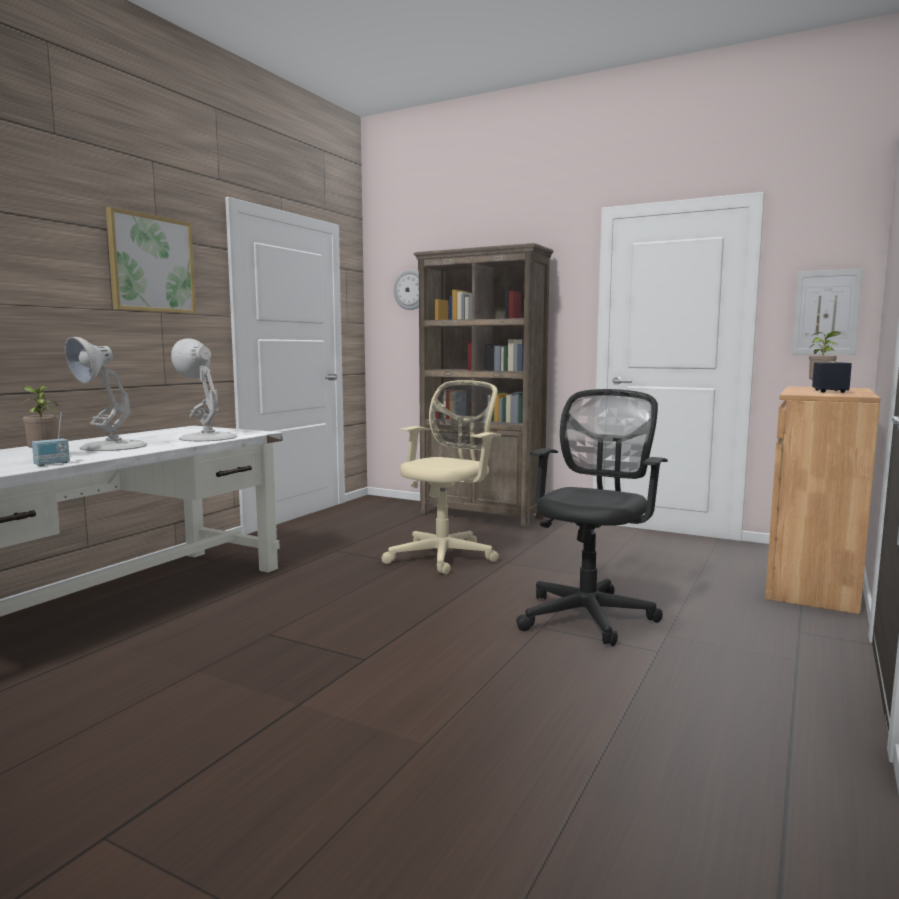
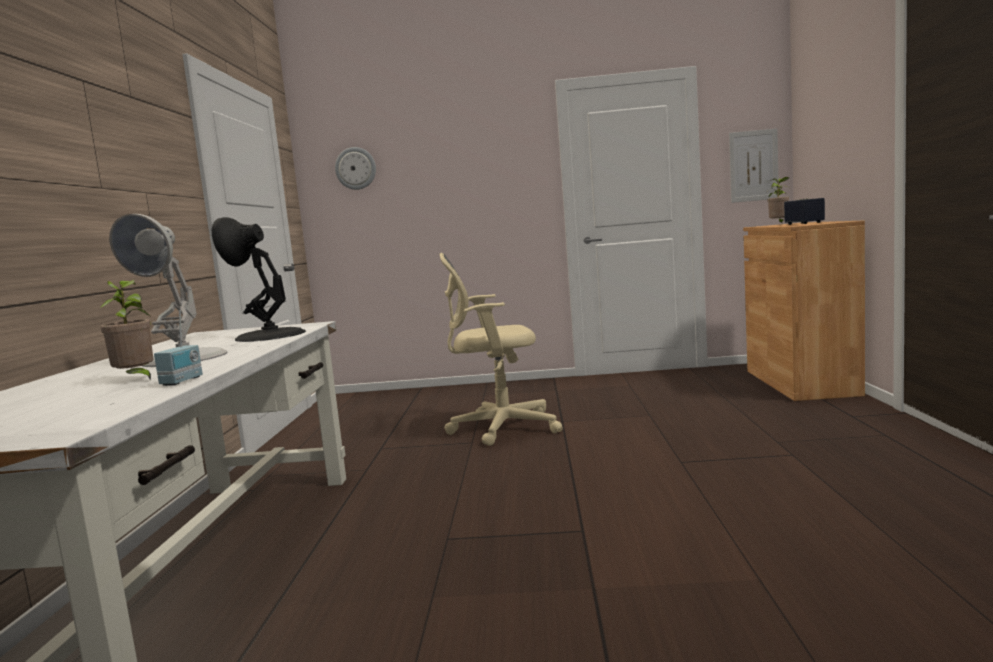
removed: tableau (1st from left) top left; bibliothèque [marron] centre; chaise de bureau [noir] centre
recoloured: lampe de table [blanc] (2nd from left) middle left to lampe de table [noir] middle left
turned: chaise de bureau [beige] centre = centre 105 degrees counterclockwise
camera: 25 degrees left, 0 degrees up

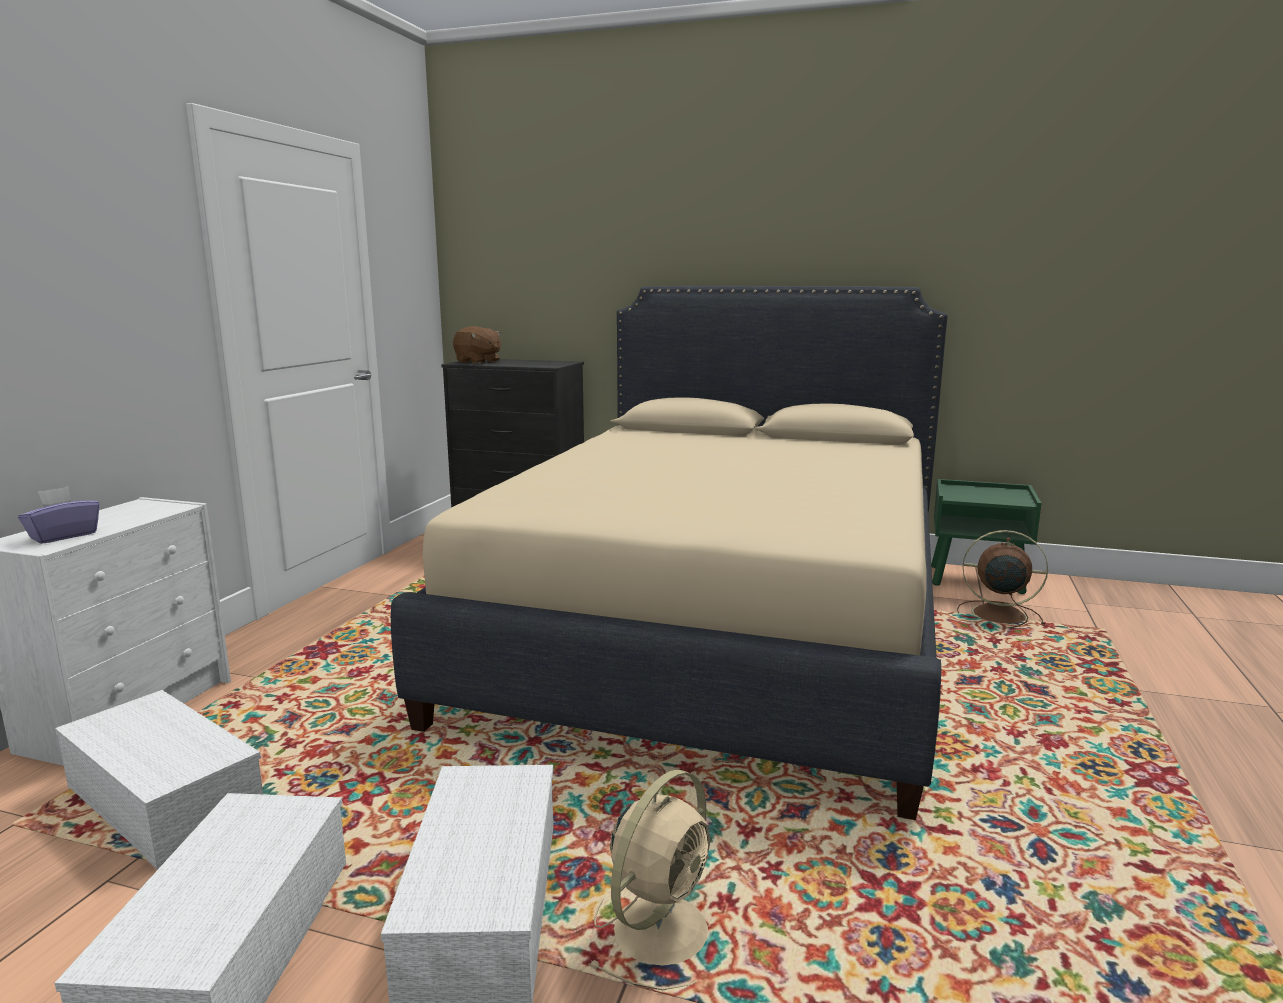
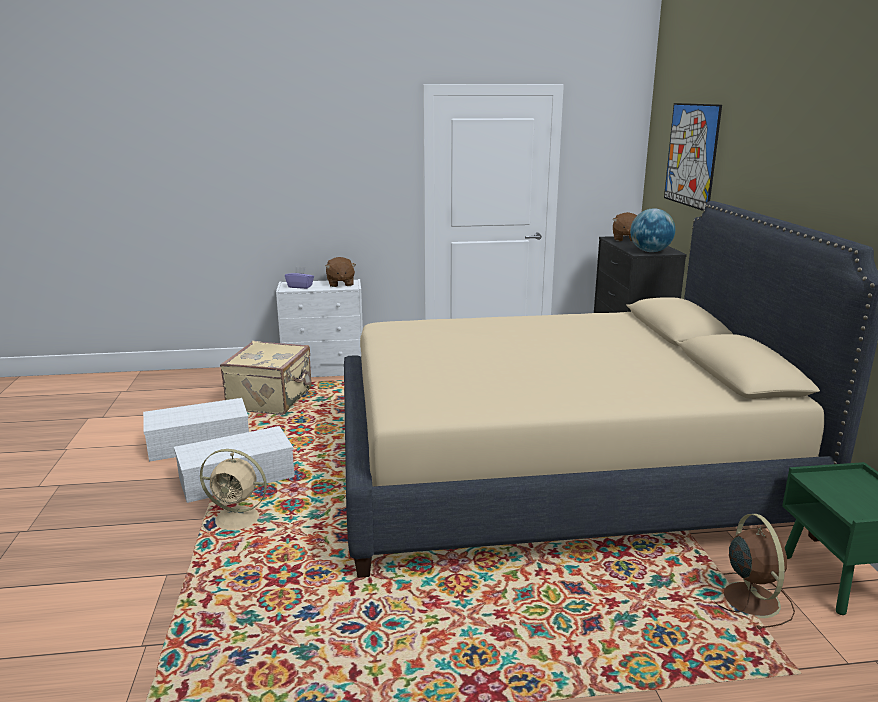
added: peluche [marron] (1st from left) centre; globe top right; tableau top right
replaced: boîte de rangement [blanc] (1st from left) bottom left to valise [beige] middle left
camera: 65 degrees right, 5 degrees up

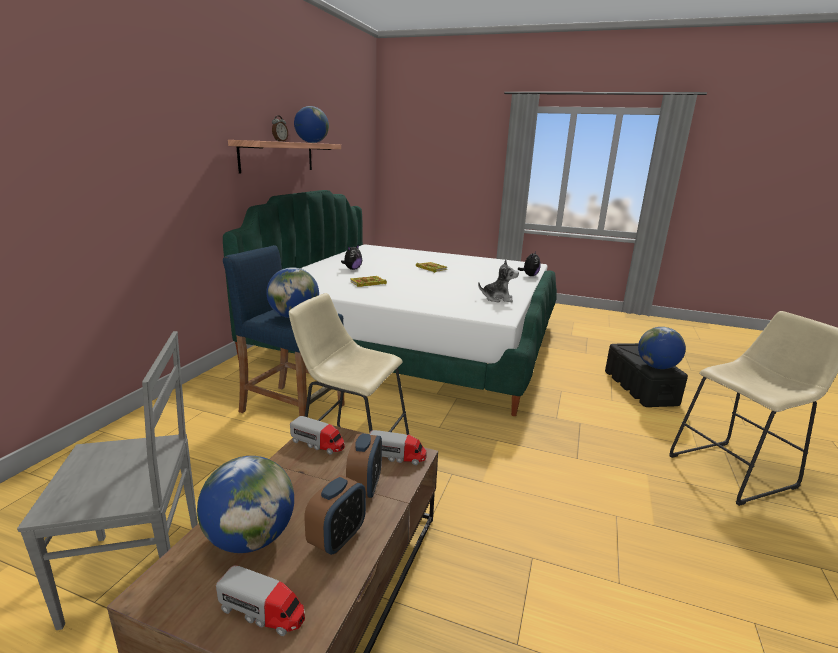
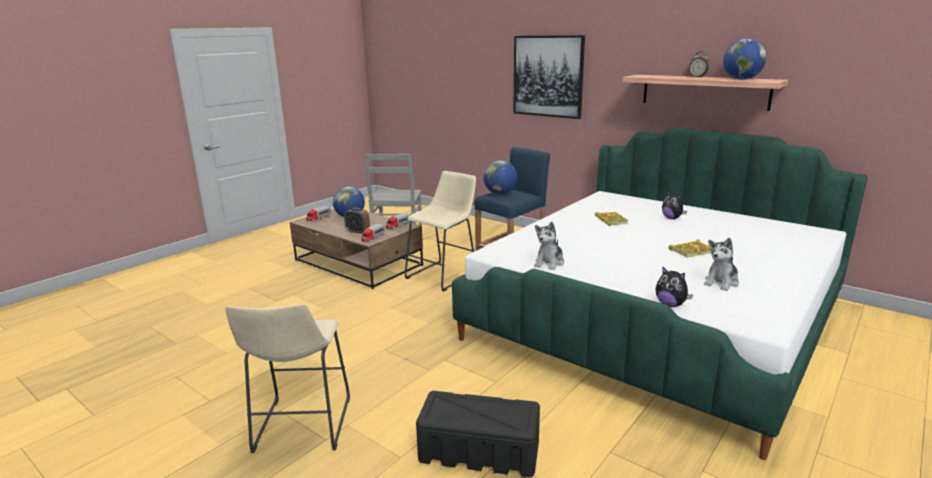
removed: réveil (2nd from left) bottom centre; globe (4th from left) middle right
added: tableau top centre; peluche (4th from left) middle right
camera: 110 degrees right, 0 degrees up

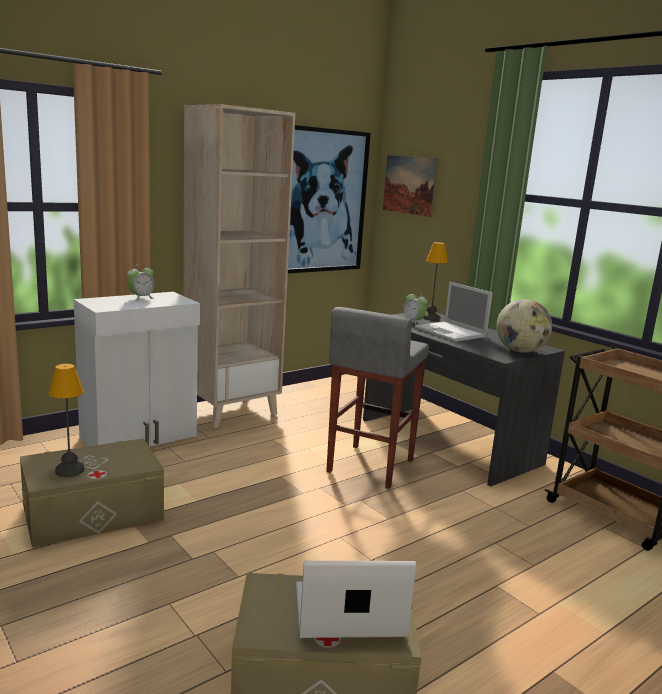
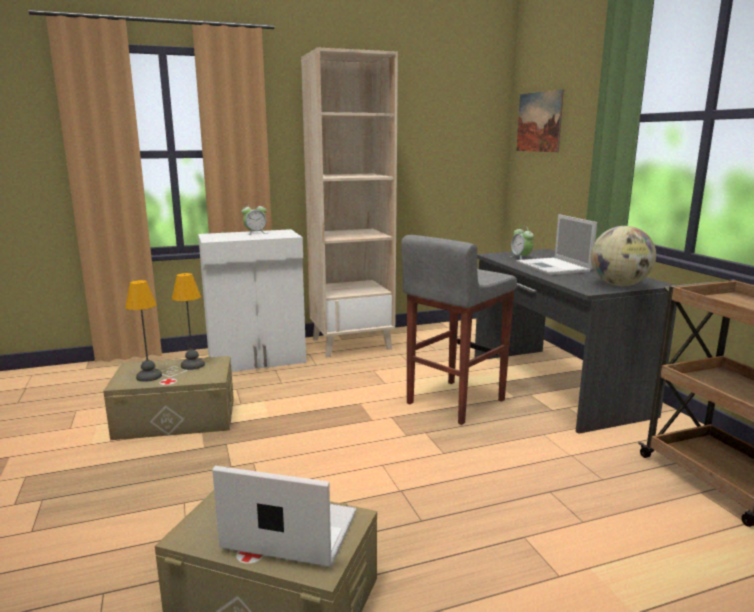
removed: tableau (1st from left) top centre
moved: lampe de table (2nd from left) centre to middle left
camera: 20 degrees right, 0 degrees up

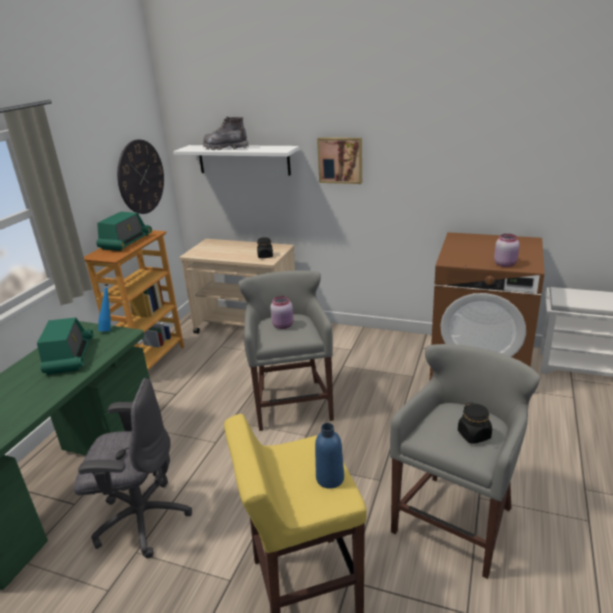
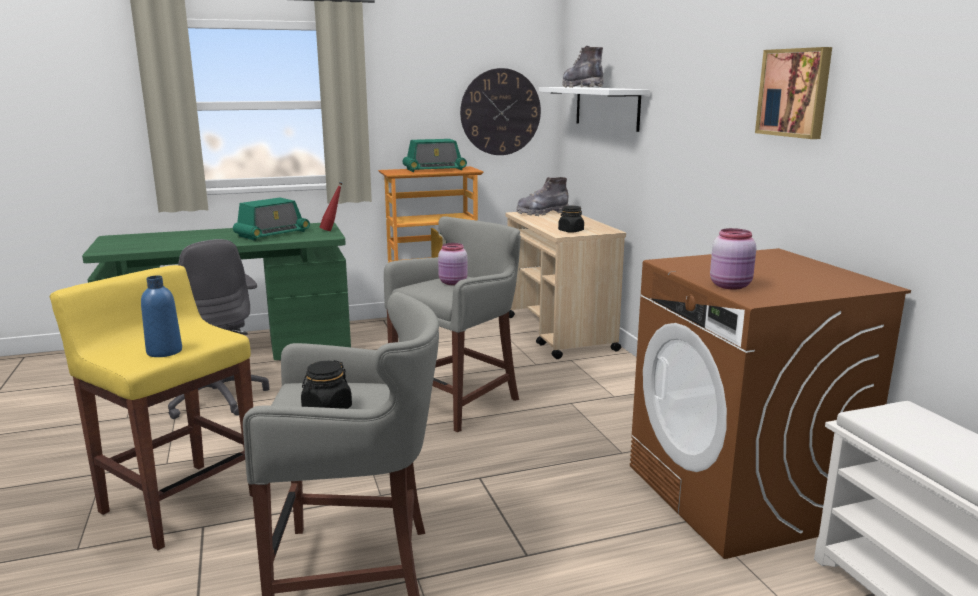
added: botte [gris] (1st from left) top centre
moved: tableau top centre to top right
recoloured: bouteille [bleu] (1st from left) middle left to bouteille [rouge] centre
camera: 50 degrees right, 10 degrees down

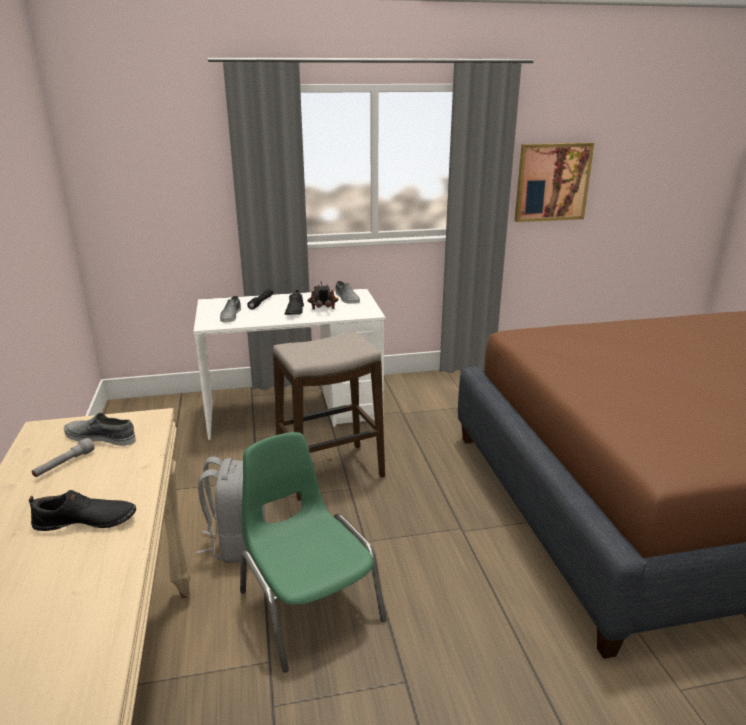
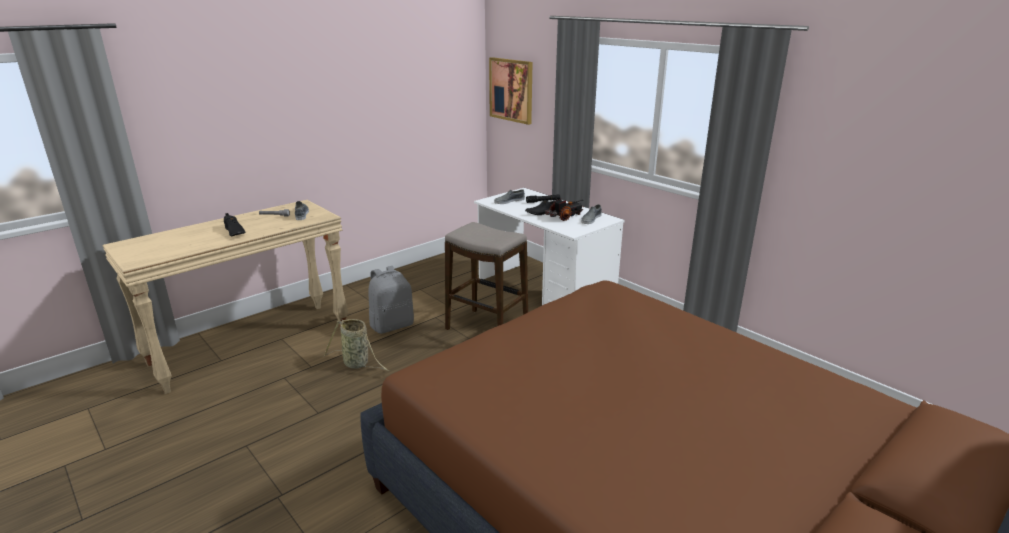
moved: tableau top right to top centre
replaced: chaise [vert] bottom centre to panier centre
camera: 60 degrees right, 0 degrees up

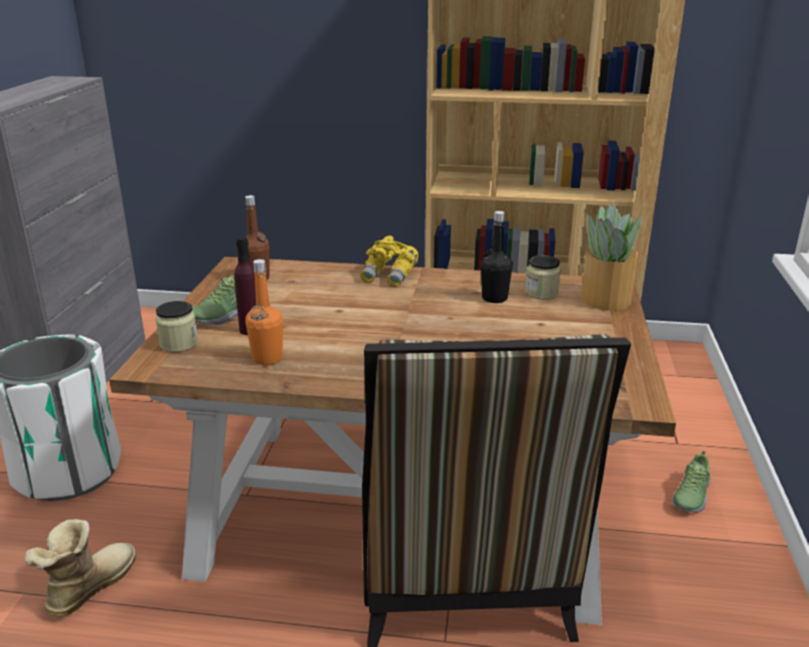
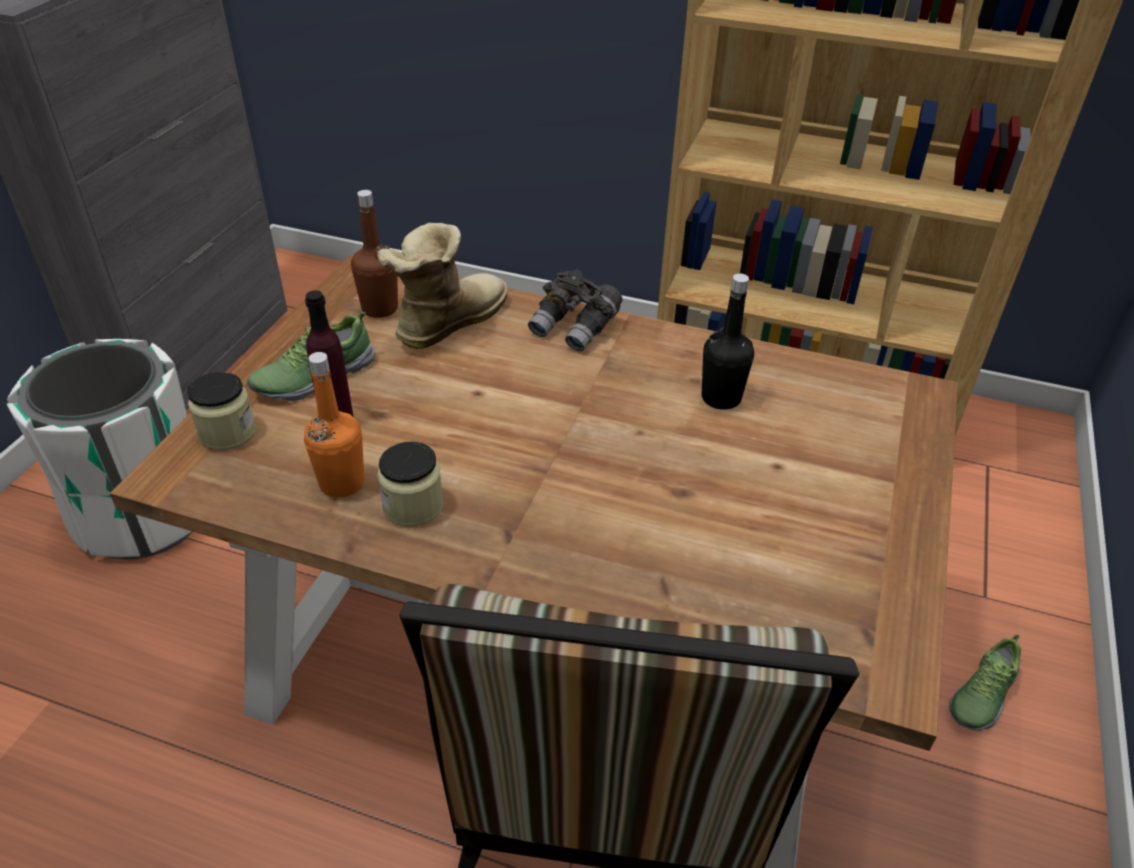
removed: plante en pot middle right
moved: botte bottom left to top centre; bocal (2nd from left) middle right to centre
recoloured: jumelles [jaune] centre to jumelles [gris] centre
camera: 10 degrees right, 15 degrees up

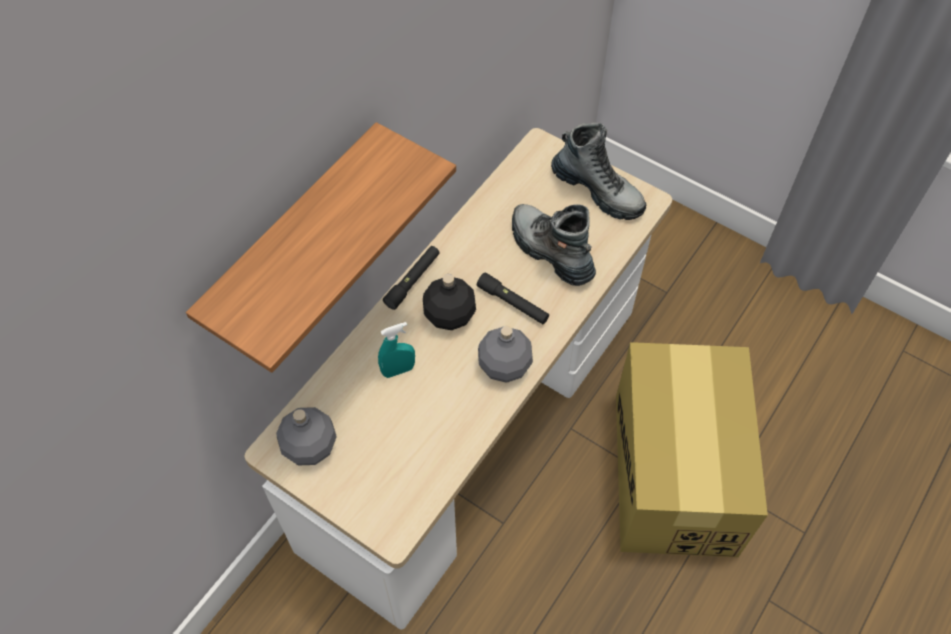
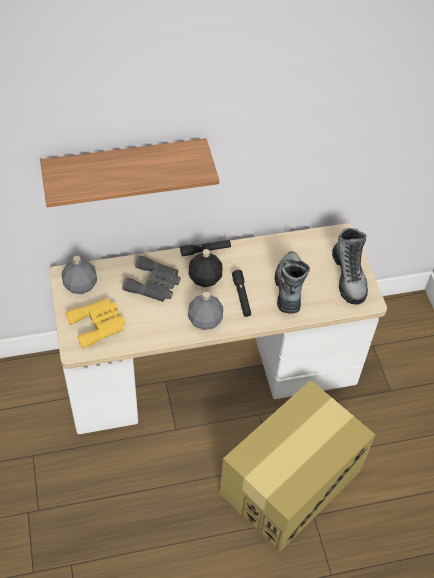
added: jumelles [jaune] middle left
replaced: vaporisateur [turquoise] centre to jumelles [gris] centre
camera: 40 degrees right, 5 degrees down

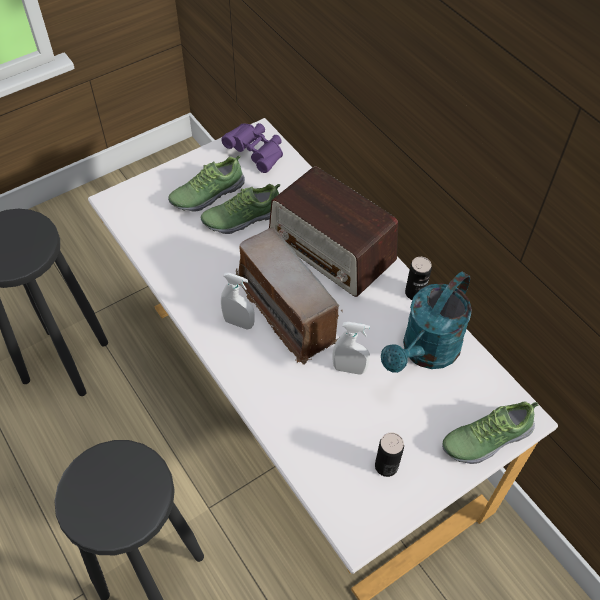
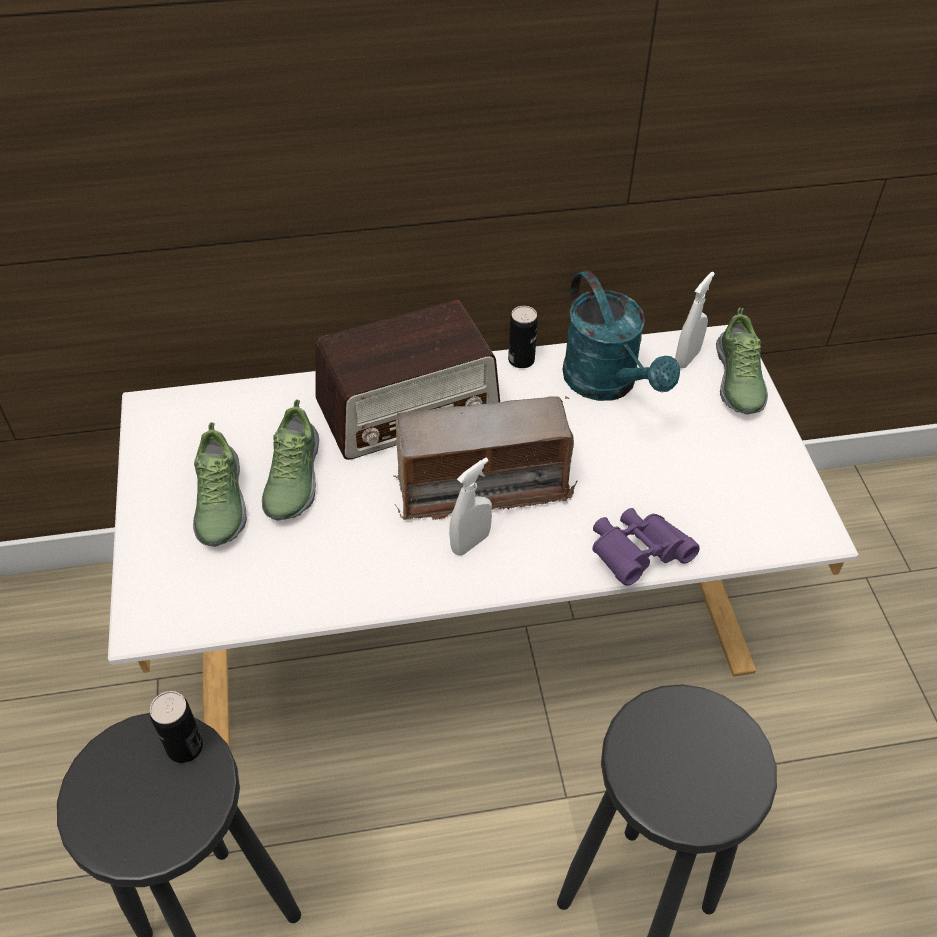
moved: jumelles [violet] top centre to middle right; vaporisateur [blanc] (2nd from left) centre to middle right; boîte métallique (1st from left) bottom centre to bottom left
camera: 65 degrees left, 5 degrees down

